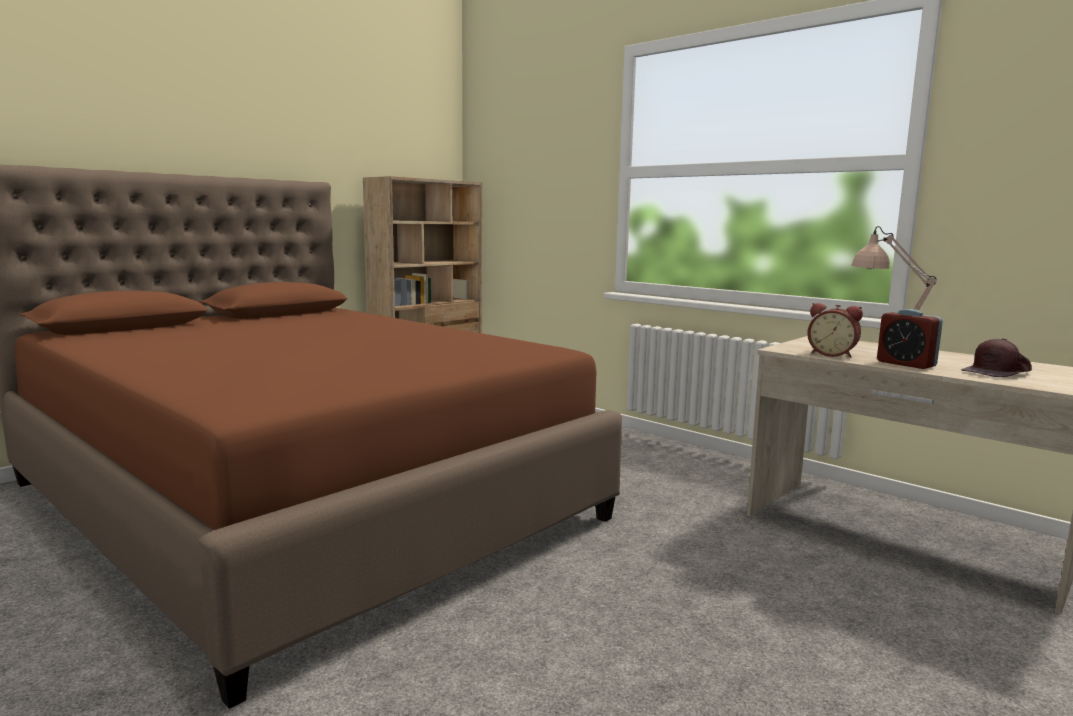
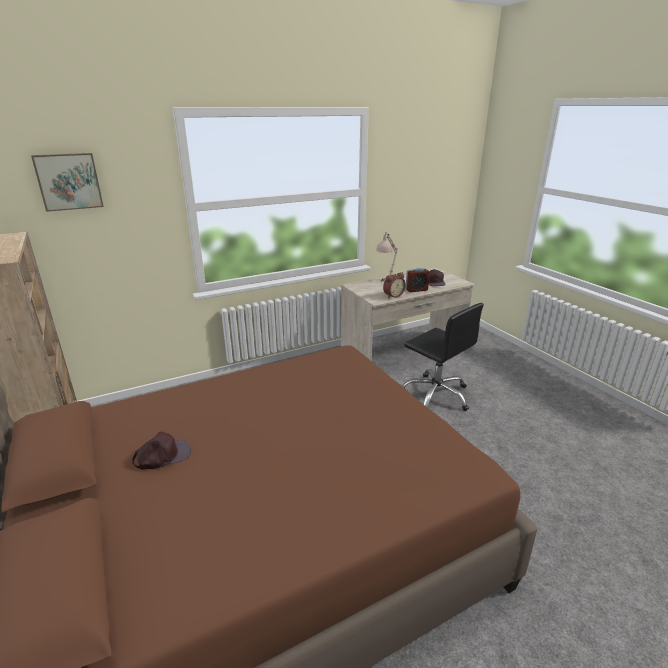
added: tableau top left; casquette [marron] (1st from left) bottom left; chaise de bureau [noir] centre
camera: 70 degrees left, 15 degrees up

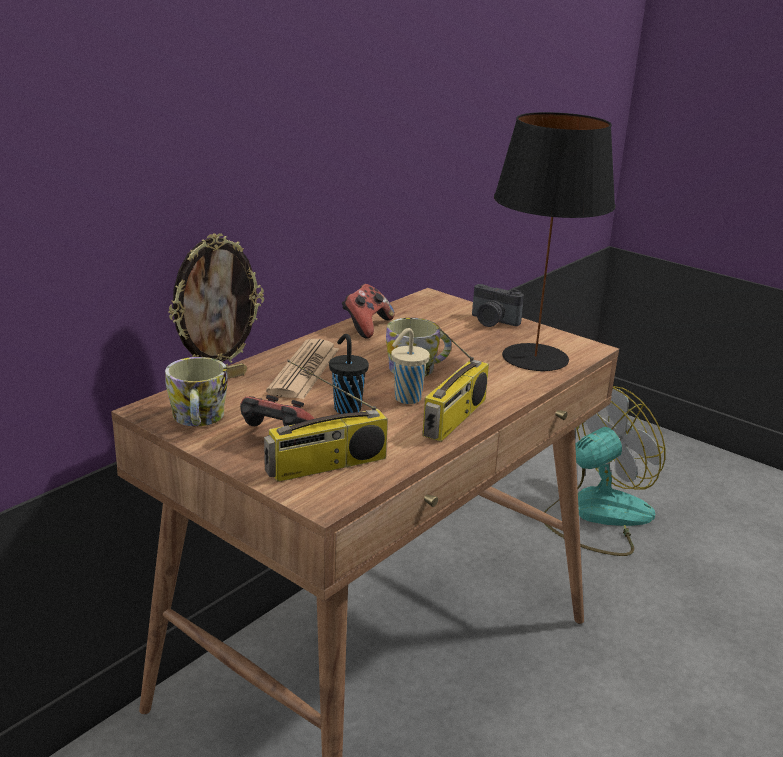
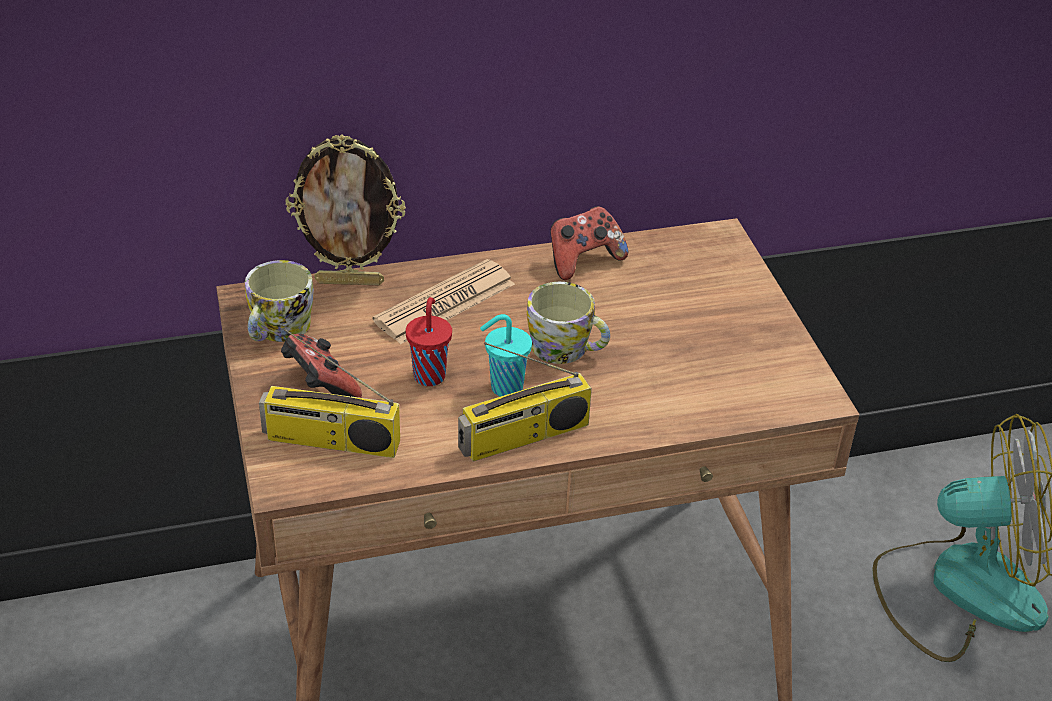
removed: appareil photo centre; lampe de table [noir] top right
recoloured: tasse [noir] centre to tasse [rouge] centre; tasse [beige] centre to tasse [turquoise] centre
camera: 35 degrees right, 15 degrees up

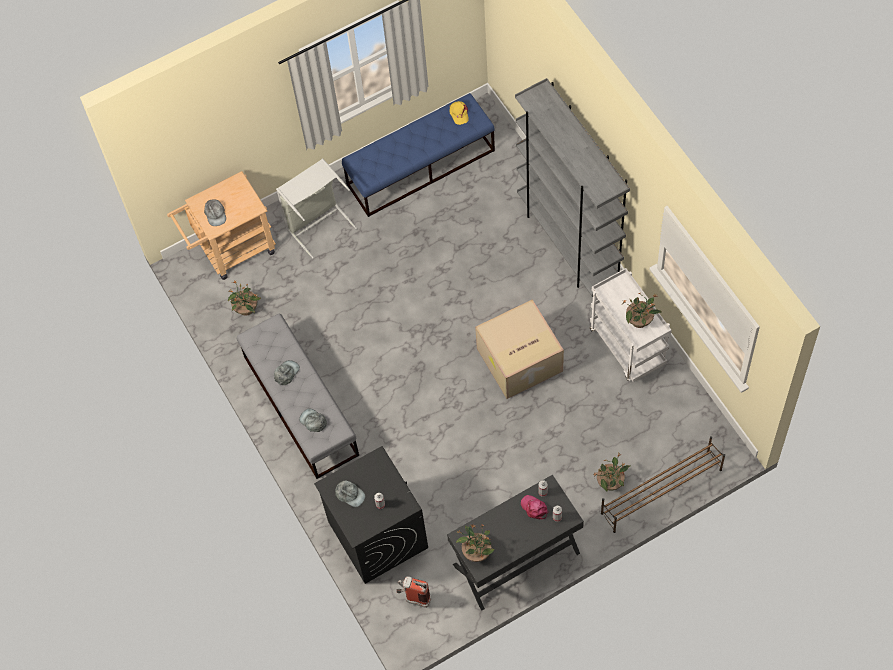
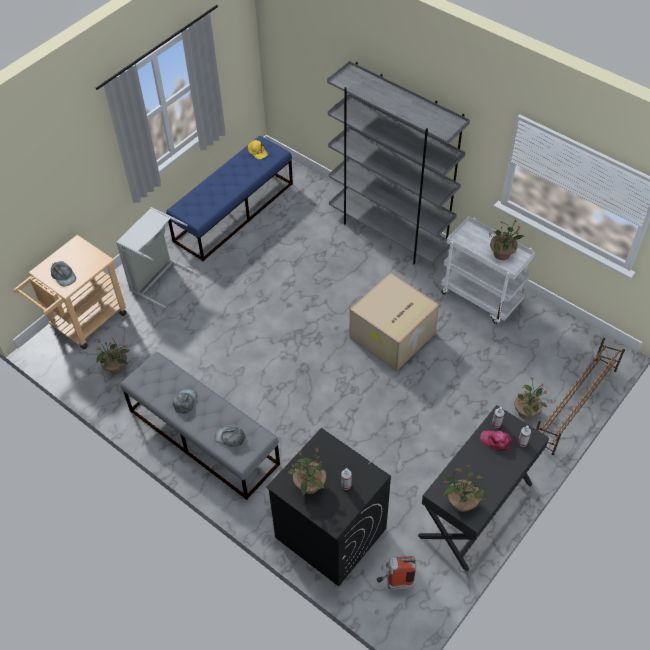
replaced: casquette [gris] (4th from left) bottom centre to plante en pot (2nd from left) bottom centre
camera: 25 degrees left, 10 degrees down

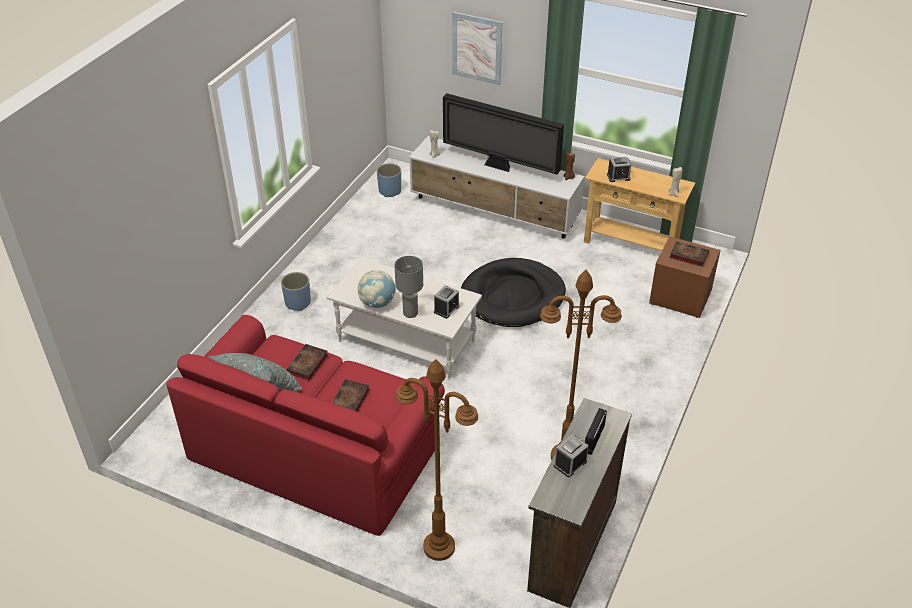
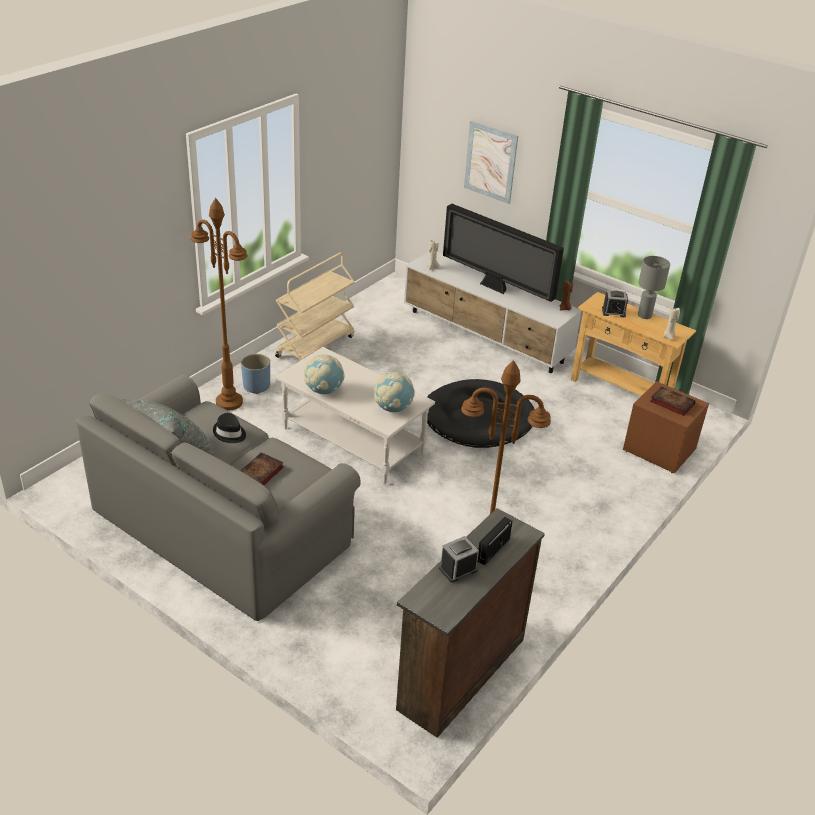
removed: cache-pot [bleu] (2nd from left) top centre
added: chariot [beige] centre
moved: lampe de table [gris] centre to middle right; lampadaire [marron] (1st from left) bottom centre to middle left
replaced: livre (1st from left) centre to chapeau [noir] middle left; réveil (1st from left) centre to globe (2nd from left) centre
recoloured: canapé [rouge] bottom centre to canapé [gris] middle left
camera: 10 degrees right, 5 degrees down

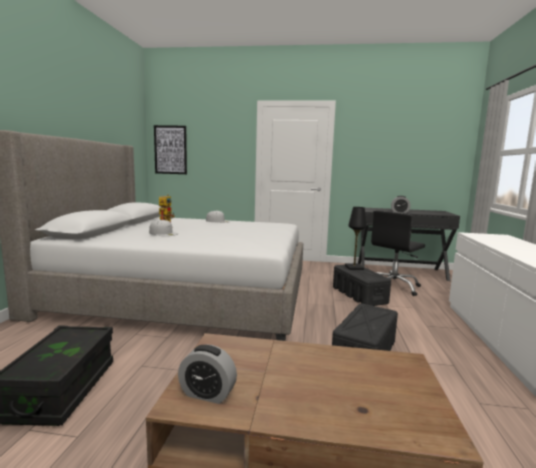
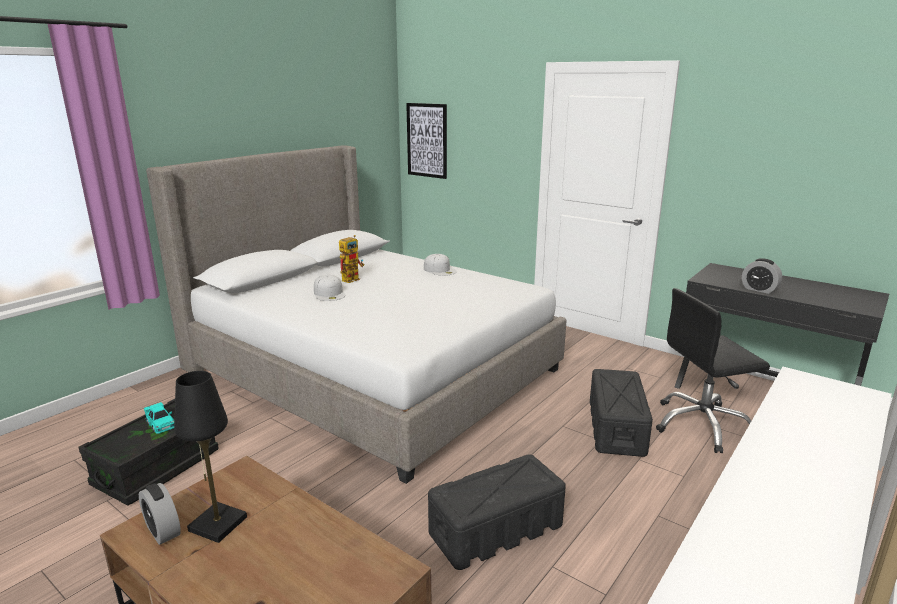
added: petite voiture [turquoise] bottom left
moved: lampe de table [noir] centre to bottom left
camera: 30 degrees right, 10 degrees up

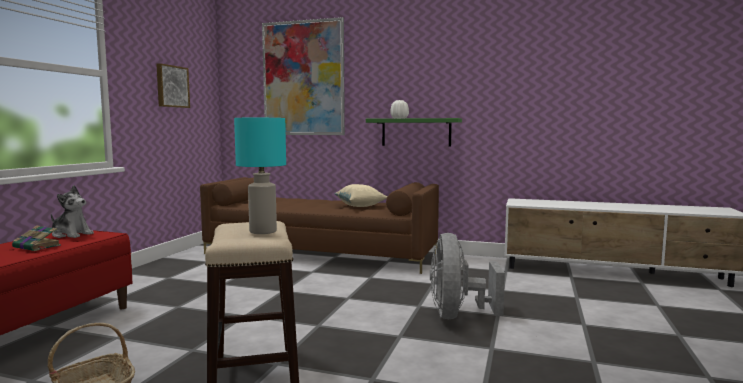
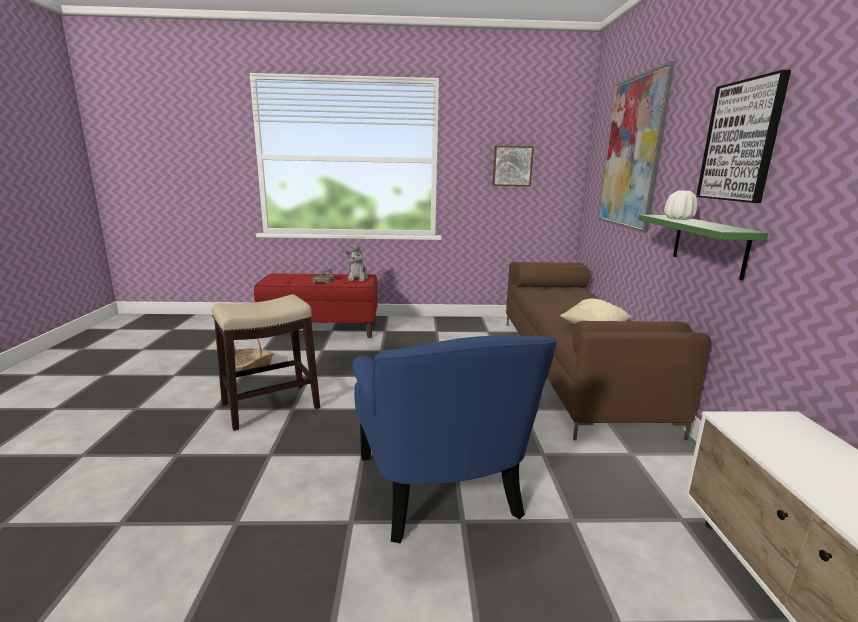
removed: lampe de table [turquoise] centre
added: tableau (3rd from left) top right
replaced: ventilateur [gris] bottom centre to fauteuil [bleu] bottom centre
camera: 70 degrees right, 10 degrees up

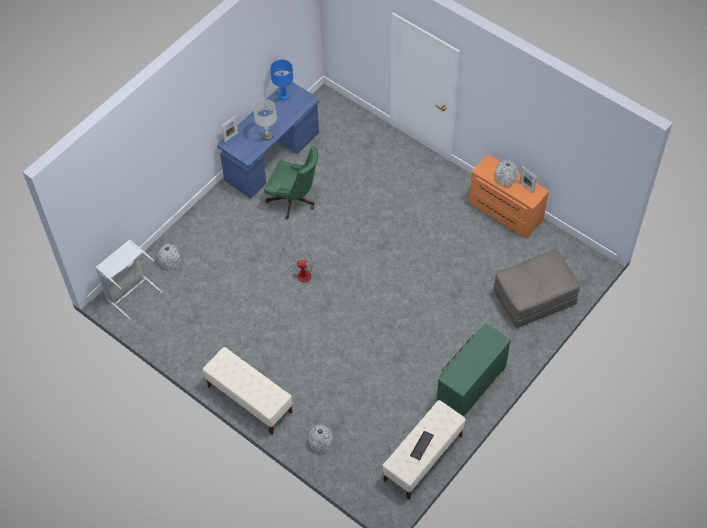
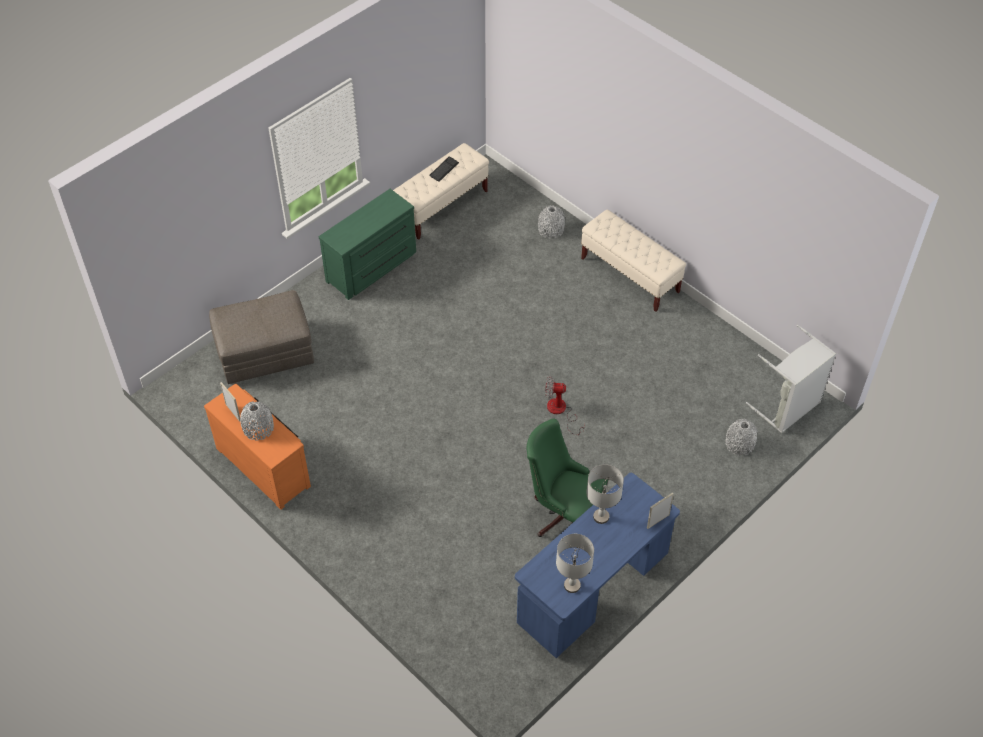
recoloured: lampe de table [bleu] top centre to lampe de table [gris] (1st from left) bottom centre
camera: 175 degrees left, 5 degrees down

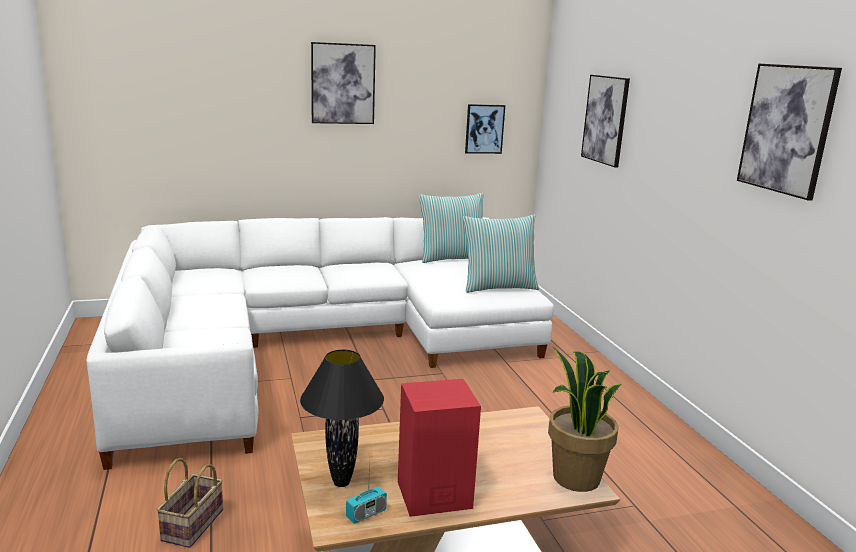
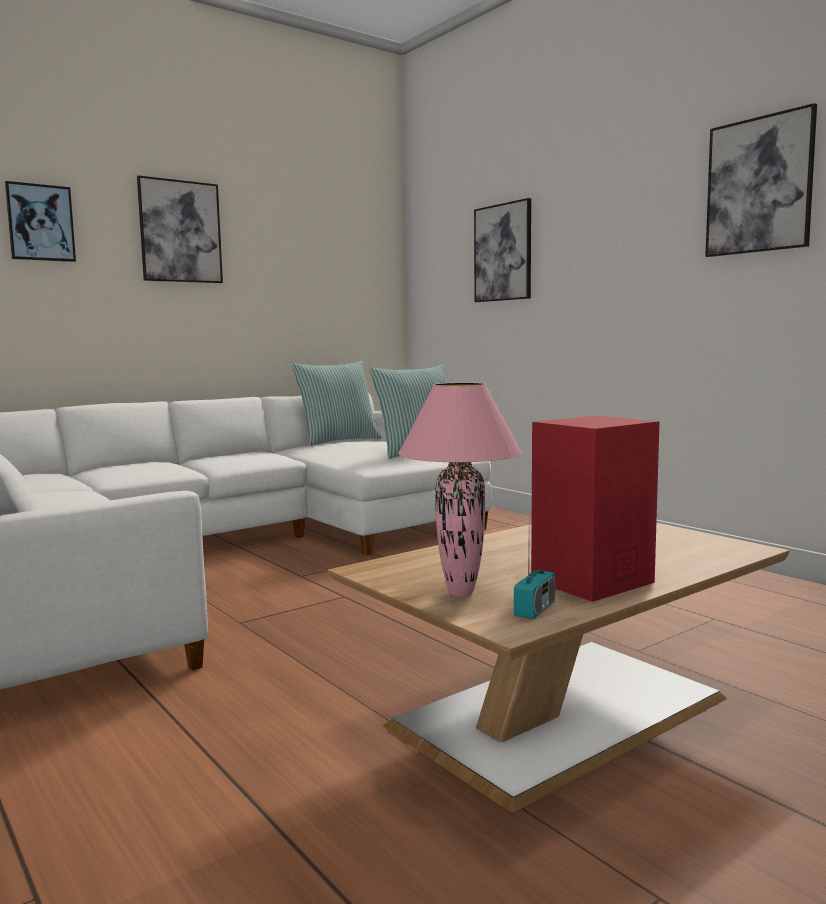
removed: panier bottom left; plante en pot bottom right
moved: tableau (2nd from left in the first image) top centre to tableau (1st from left) top left
recoloured: lampe de table [noir] bottom centre to lampe de table [rose] centre
camera: 20 degrees left, 10 degrees down

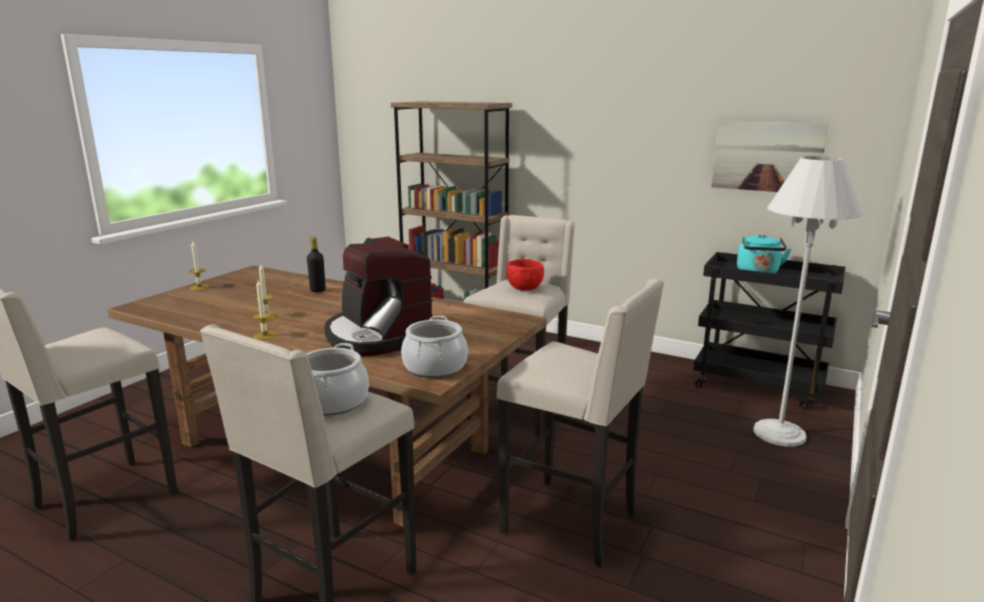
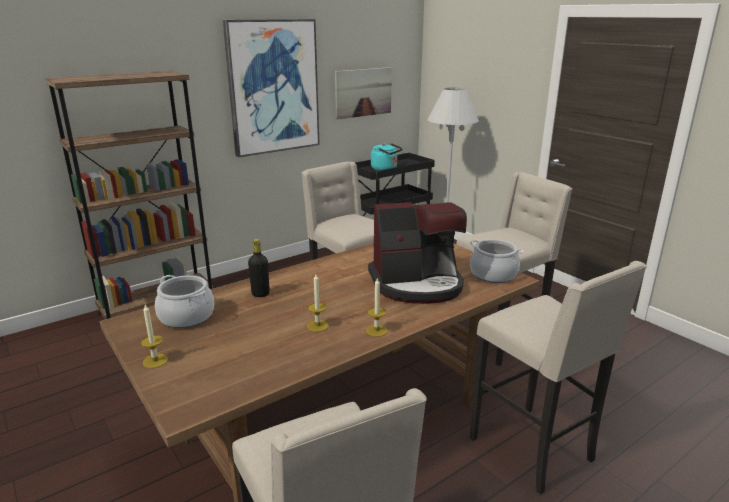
removed: bol [rouge] centre
added: tableau (1st from left) top centre
moved: marmite (1st from left) centre to middle left
camera: 65 degrees left, 5 degrees up

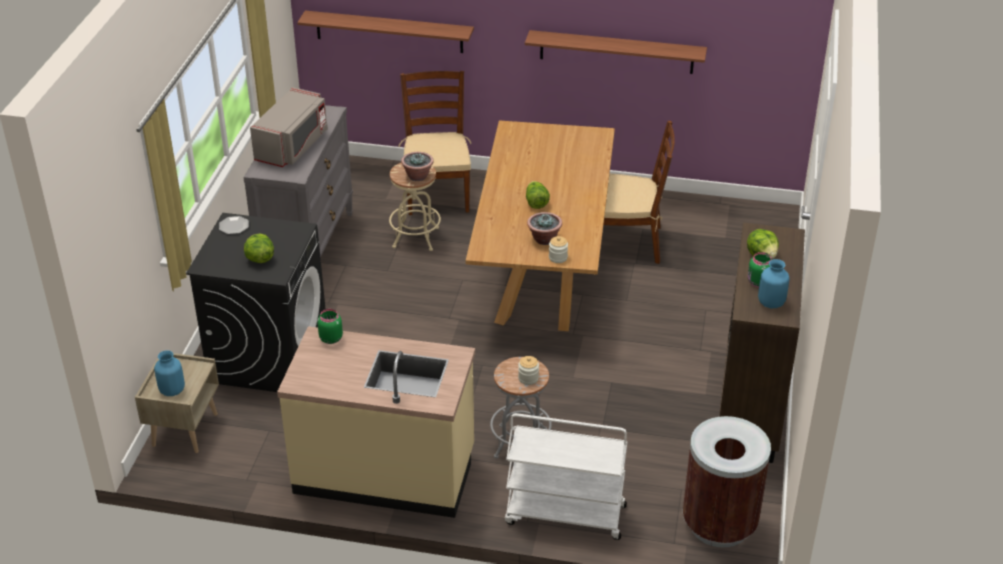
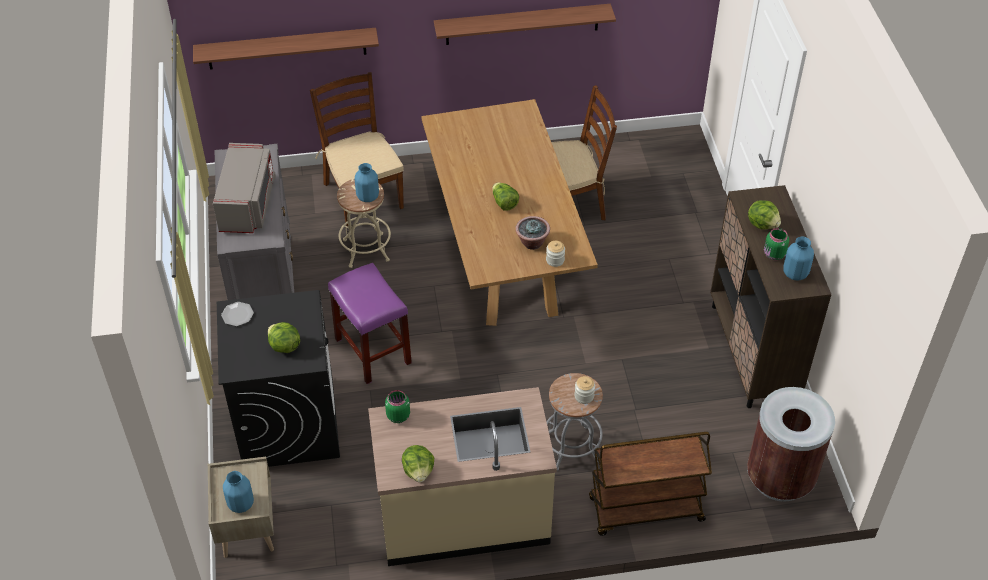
added: tabouret [violet] centre; laitue (2nd from left) bottom centre
replaced: plante en pot (1st from left) top centre to vase [bleu] (2nd from left) top centre
recoloured: chariot [blanc] bottom centre to chariot [marron] bottom centre
camera: 20 degrees left, 10 degrees up

